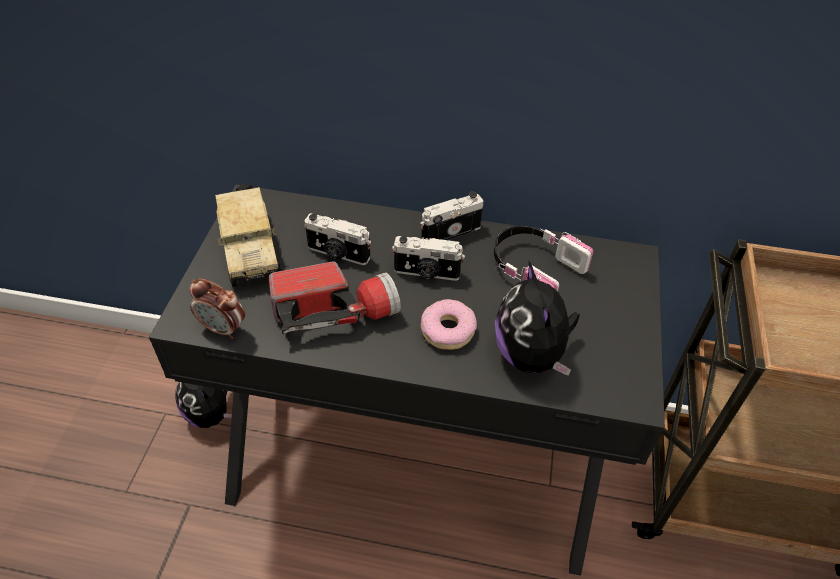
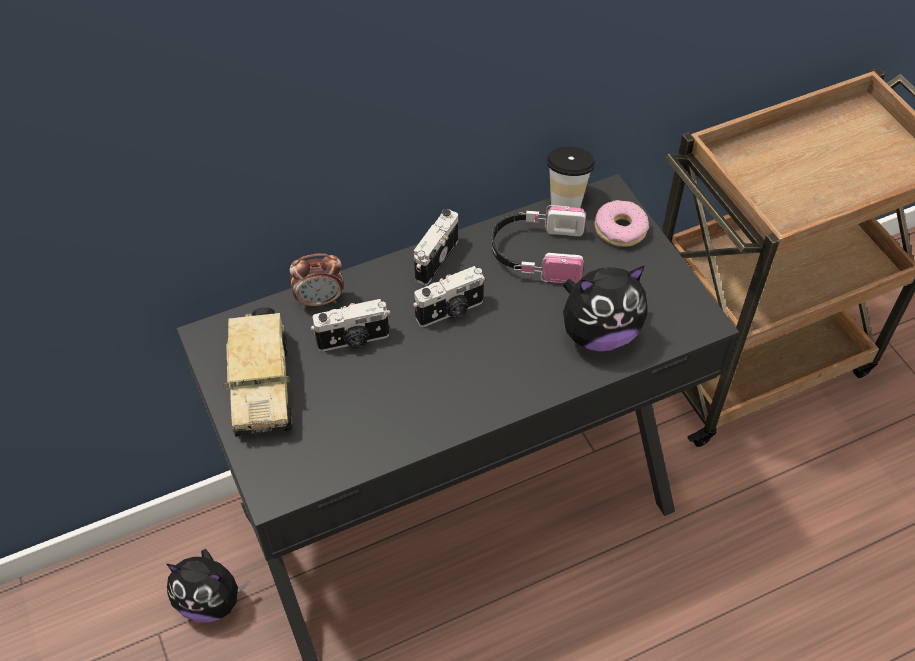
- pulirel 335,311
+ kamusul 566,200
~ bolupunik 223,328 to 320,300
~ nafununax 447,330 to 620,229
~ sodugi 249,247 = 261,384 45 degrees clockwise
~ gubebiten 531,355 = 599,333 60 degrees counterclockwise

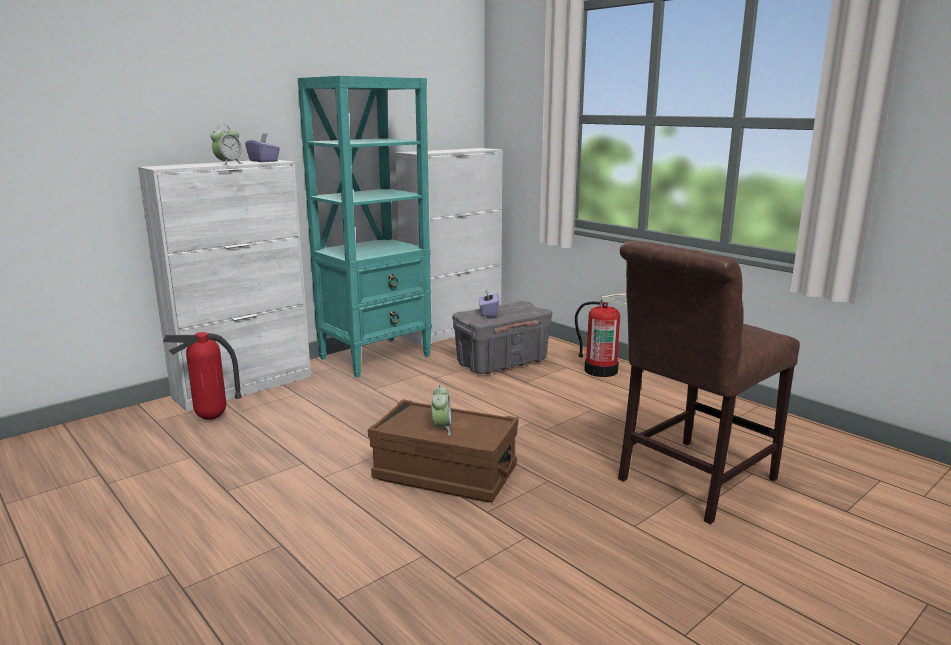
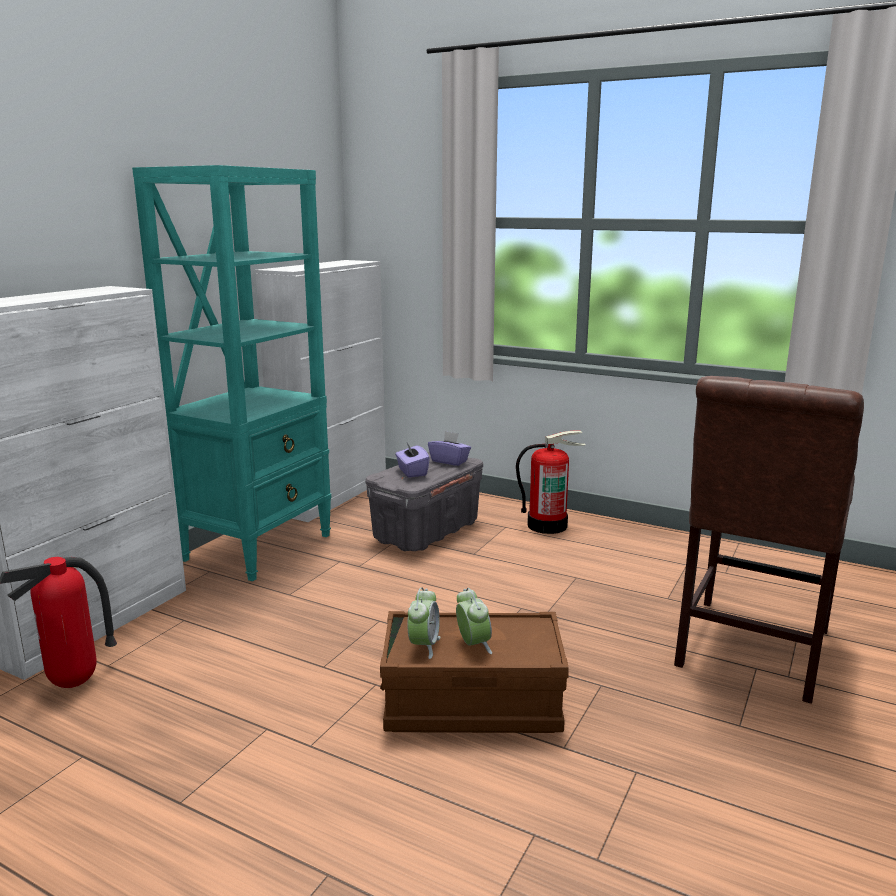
~ bolupunik 228,164 to 424,646
~ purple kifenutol 264,161 to 449,461

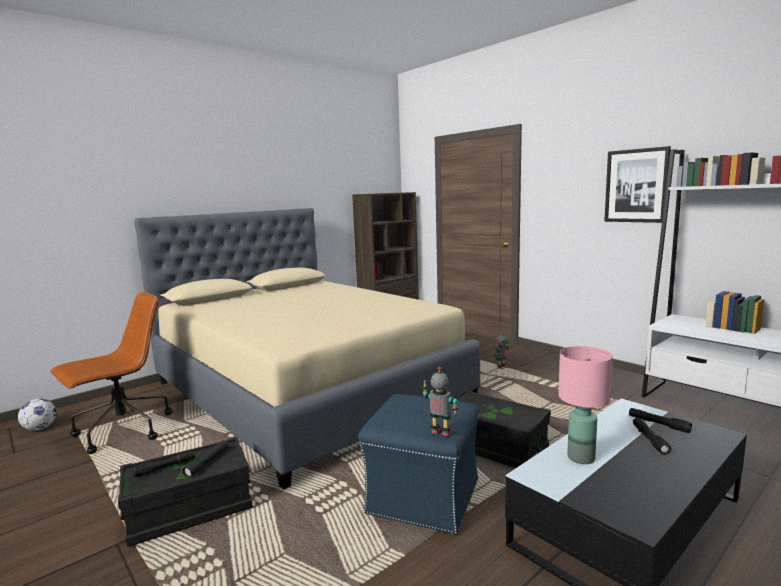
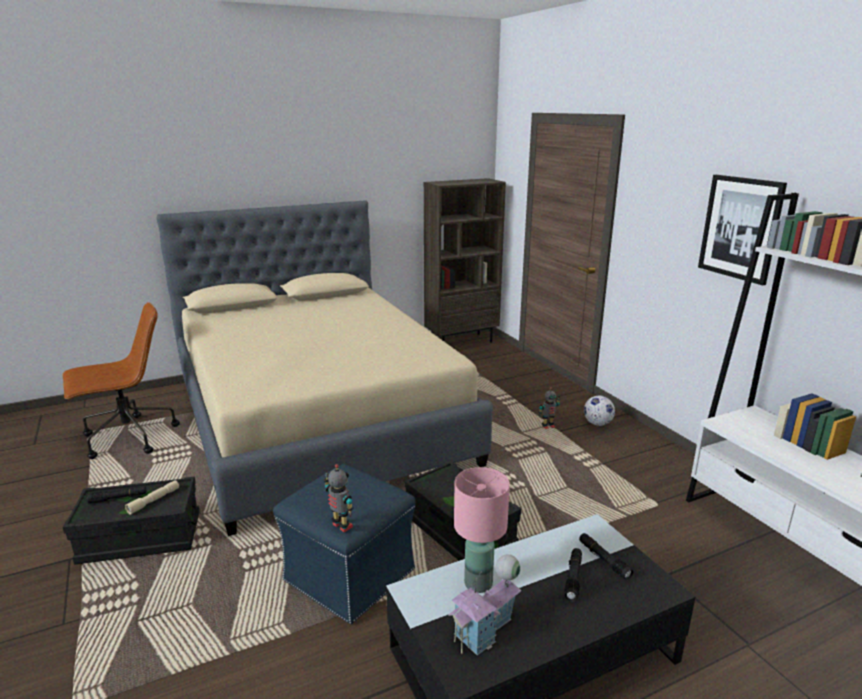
+ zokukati 485,630
~ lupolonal 40,428 to 598,423
~ black pulirel 207,462 to beige pulirel 154,501

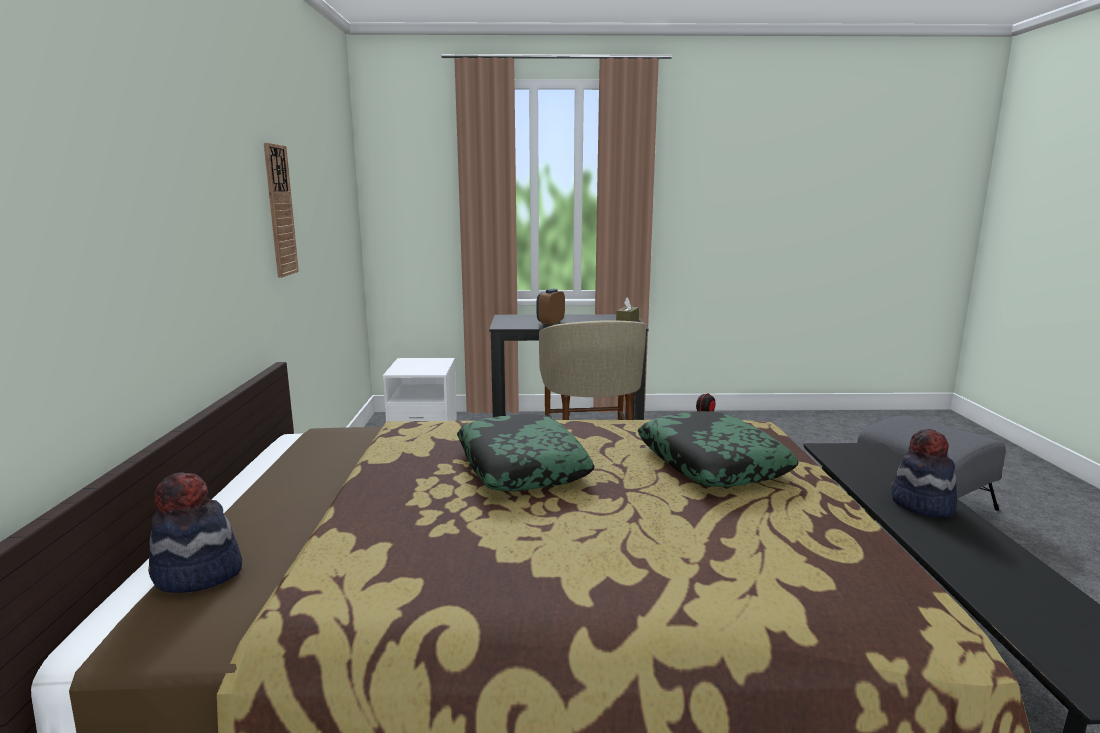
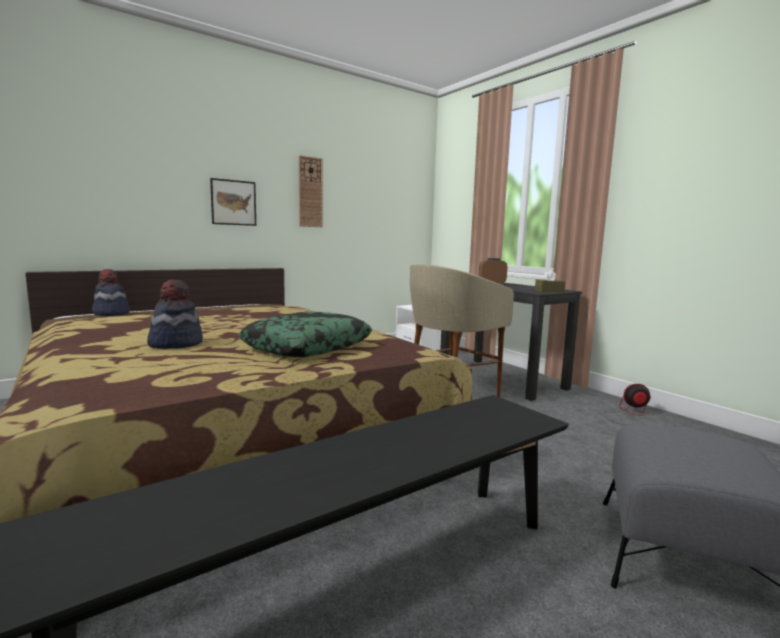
- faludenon 521,466
+ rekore 233,202
~ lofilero 921,504 to 176,344

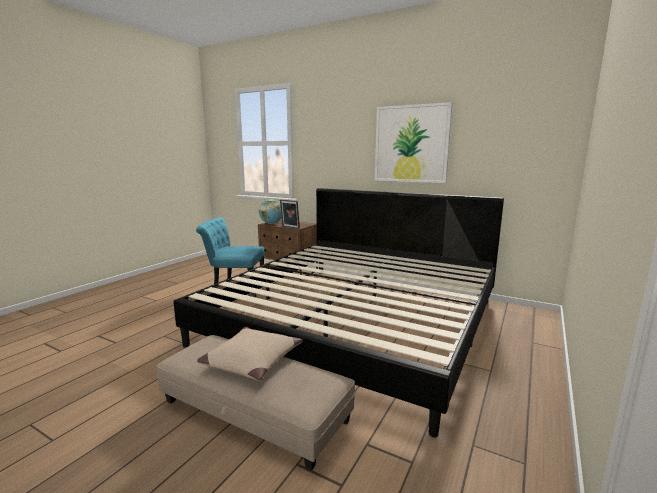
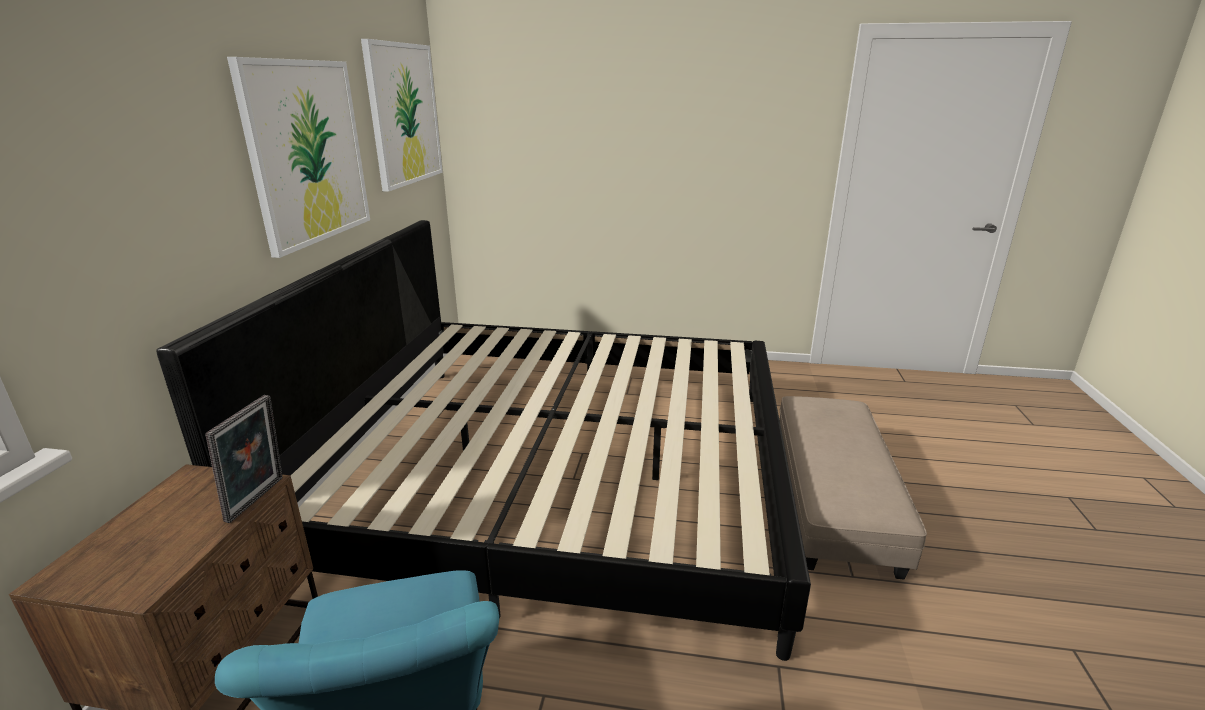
- beige faludenon 252,361
- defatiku 271,223
+ rekore 404,114

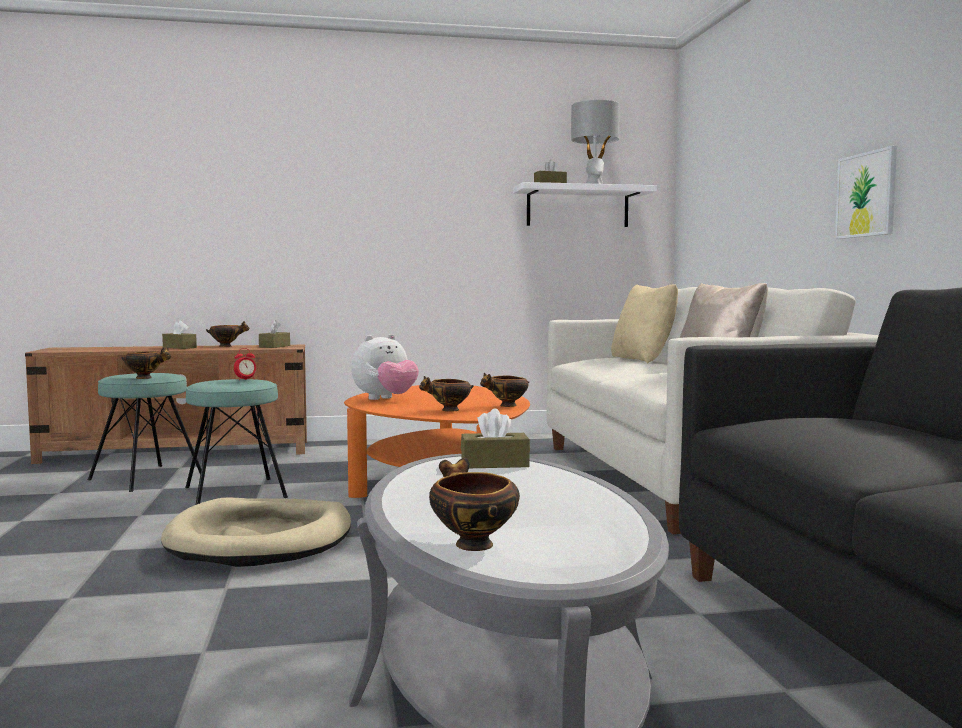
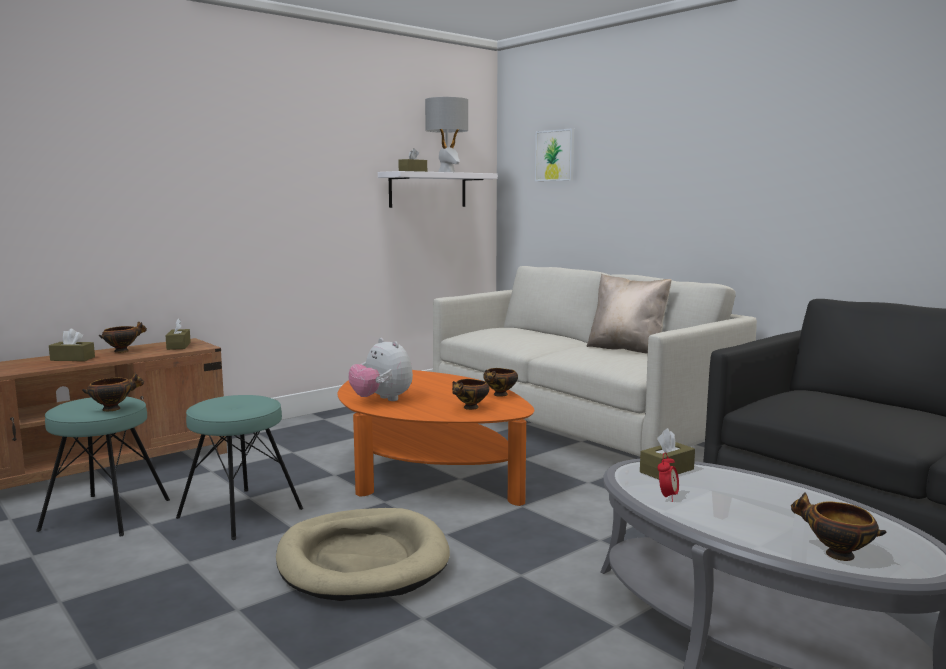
- beige faludenon 643,360
~ bolupunik 245,379 to 667,497
~ rekore 866,195 to 555,155
~ gubebiten 385,399 = 382,400 120 degrees clockwise

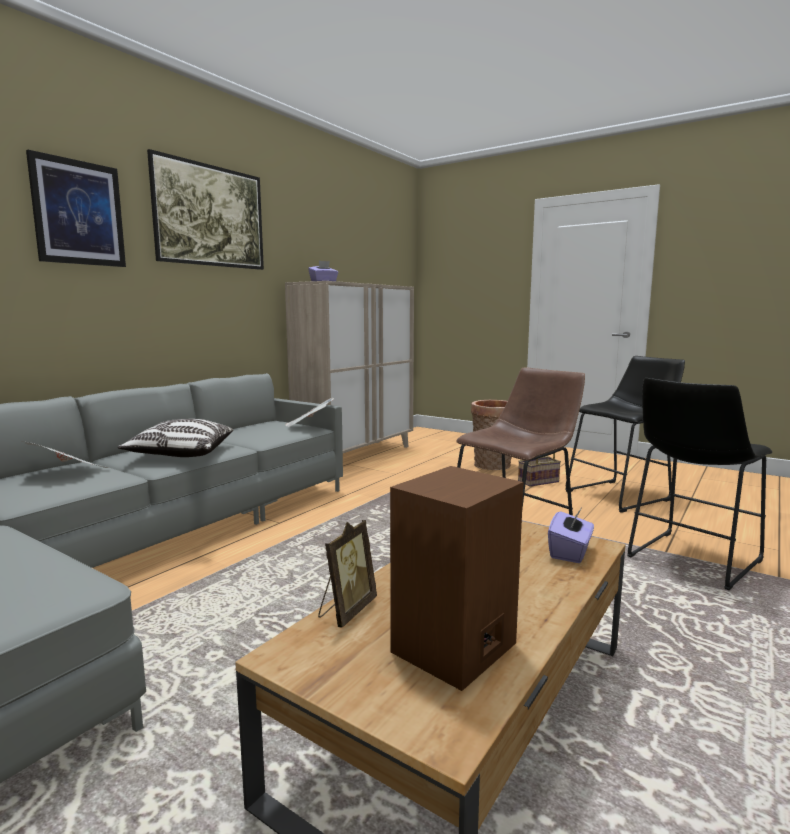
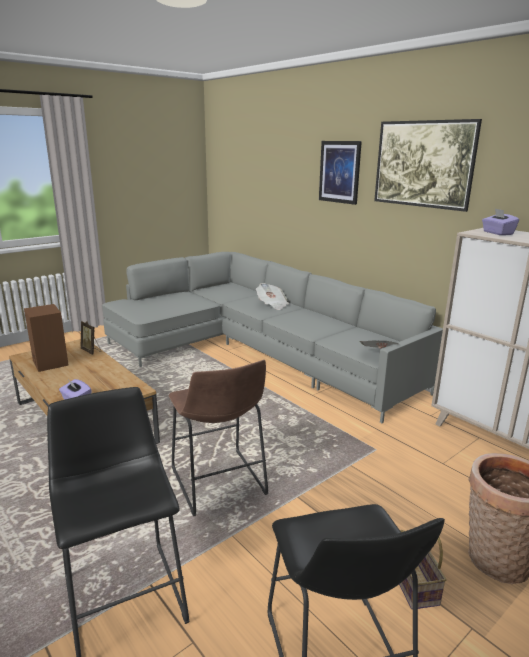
- faludenon 181,454

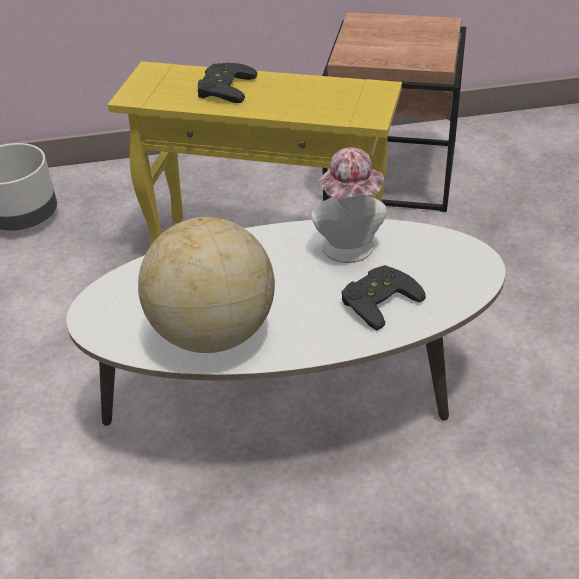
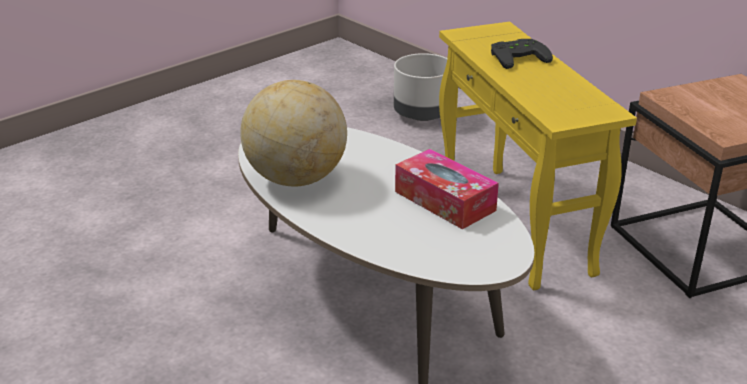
- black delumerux 377,298
~ lofilero 350,251 to kifenutol 444,201

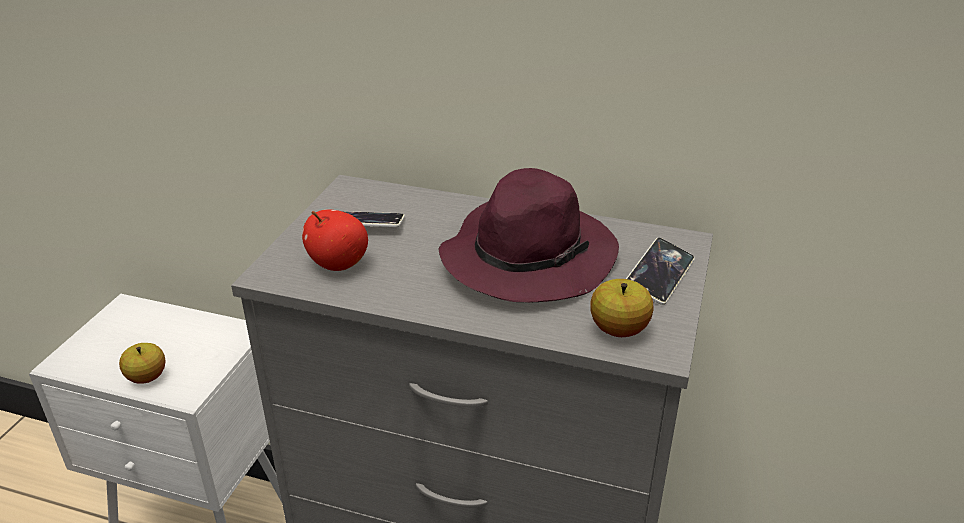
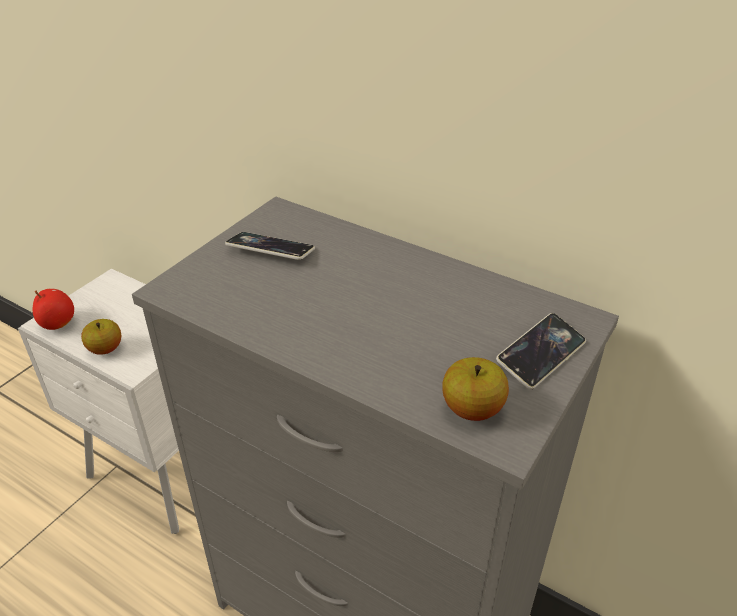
- purple lofilero 528,257
~ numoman 338,264 to 58,323

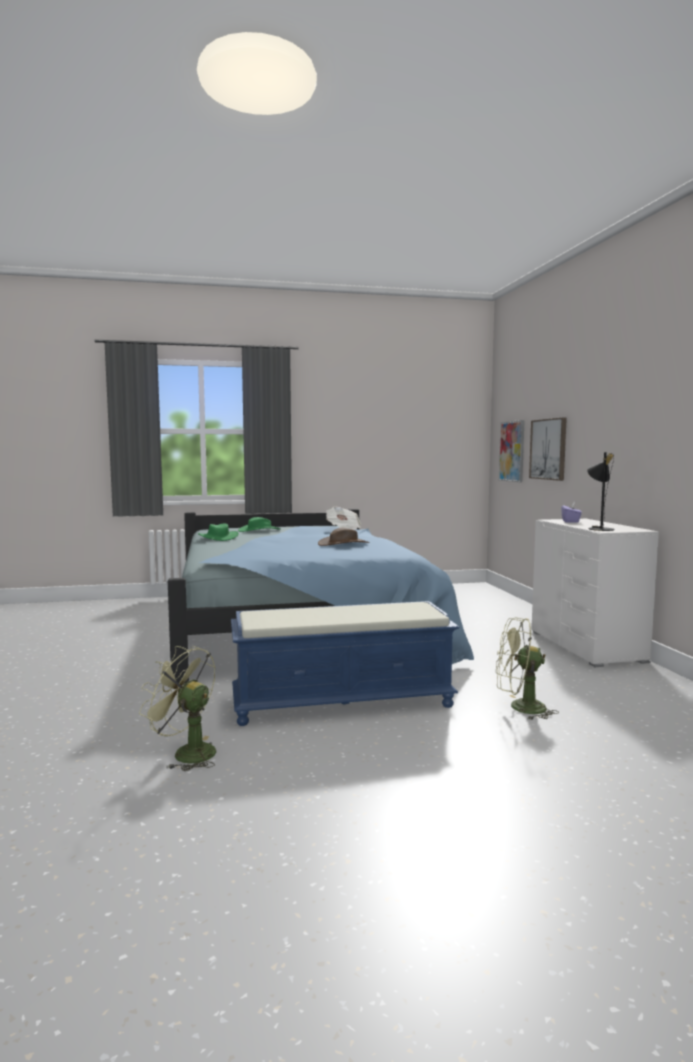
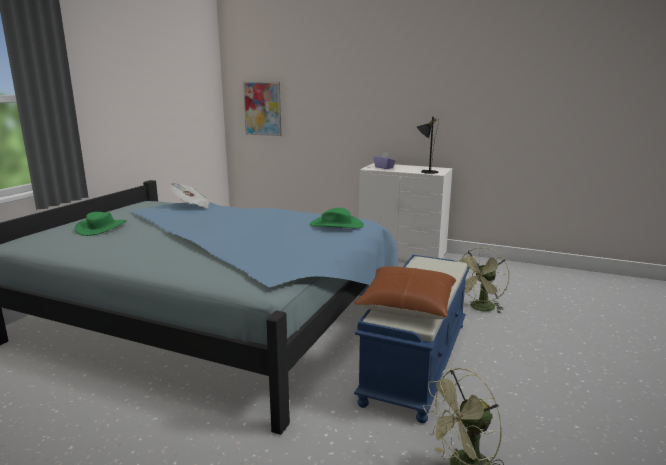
- brown lofilero 343,544
- rekore 548,449
+ brown faludenon 407,305
~ green lofilero 218,537 to 336,225

